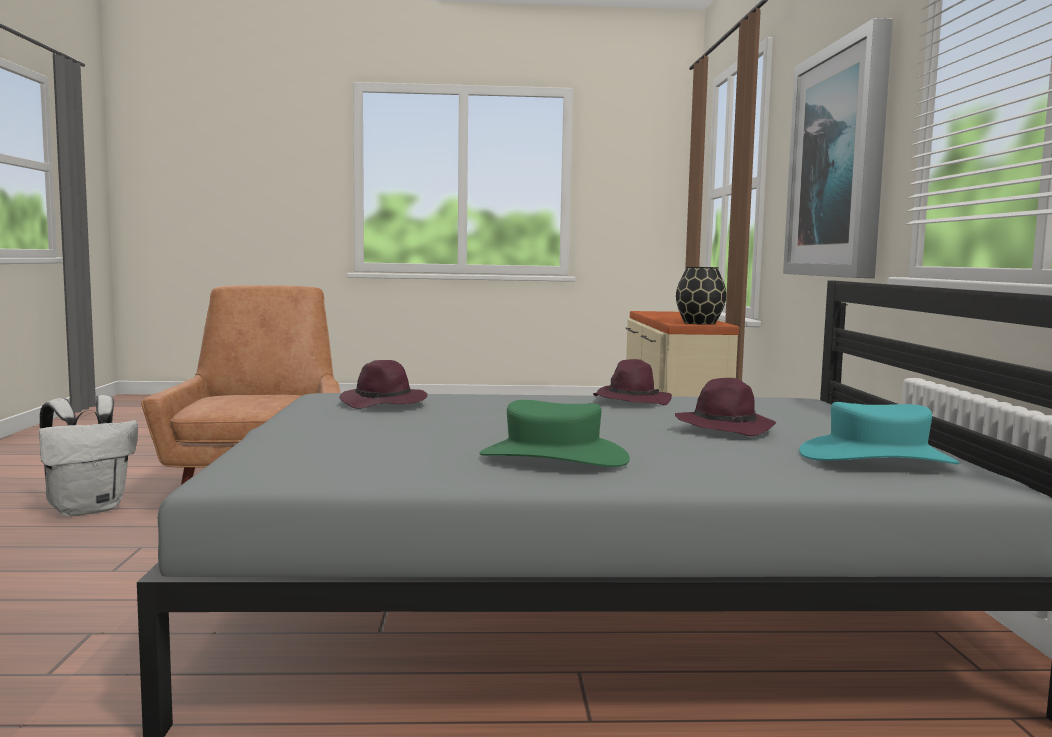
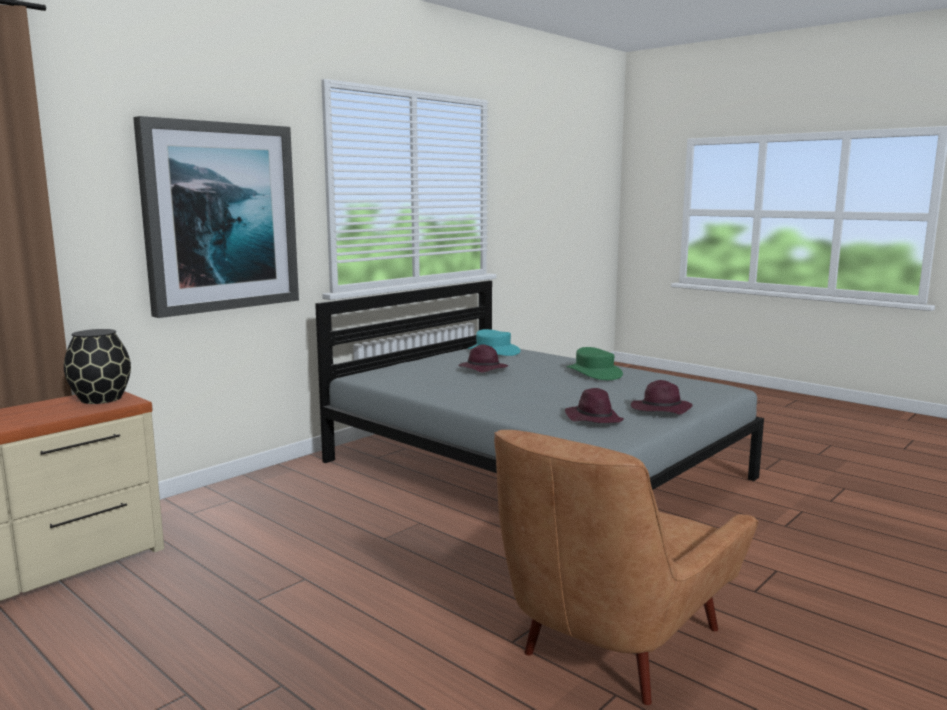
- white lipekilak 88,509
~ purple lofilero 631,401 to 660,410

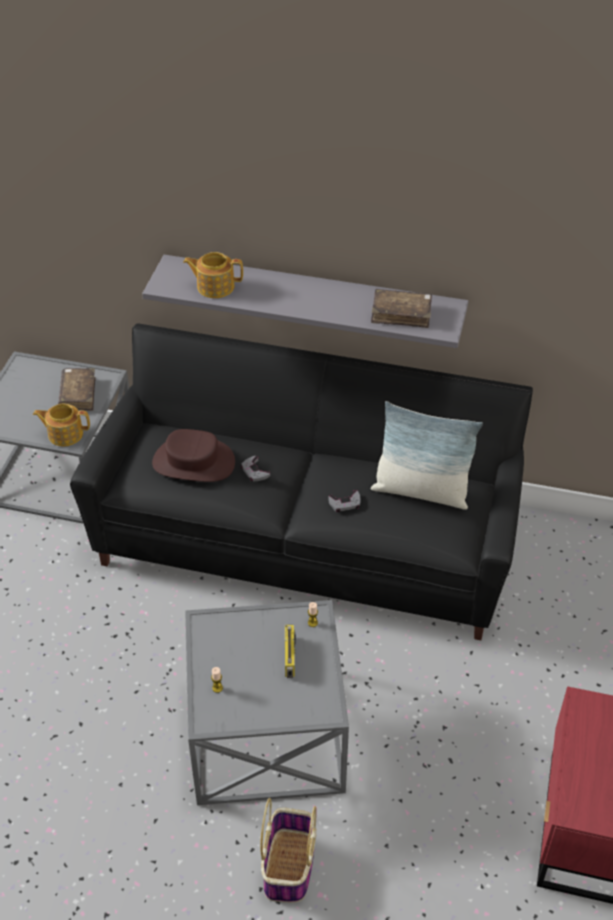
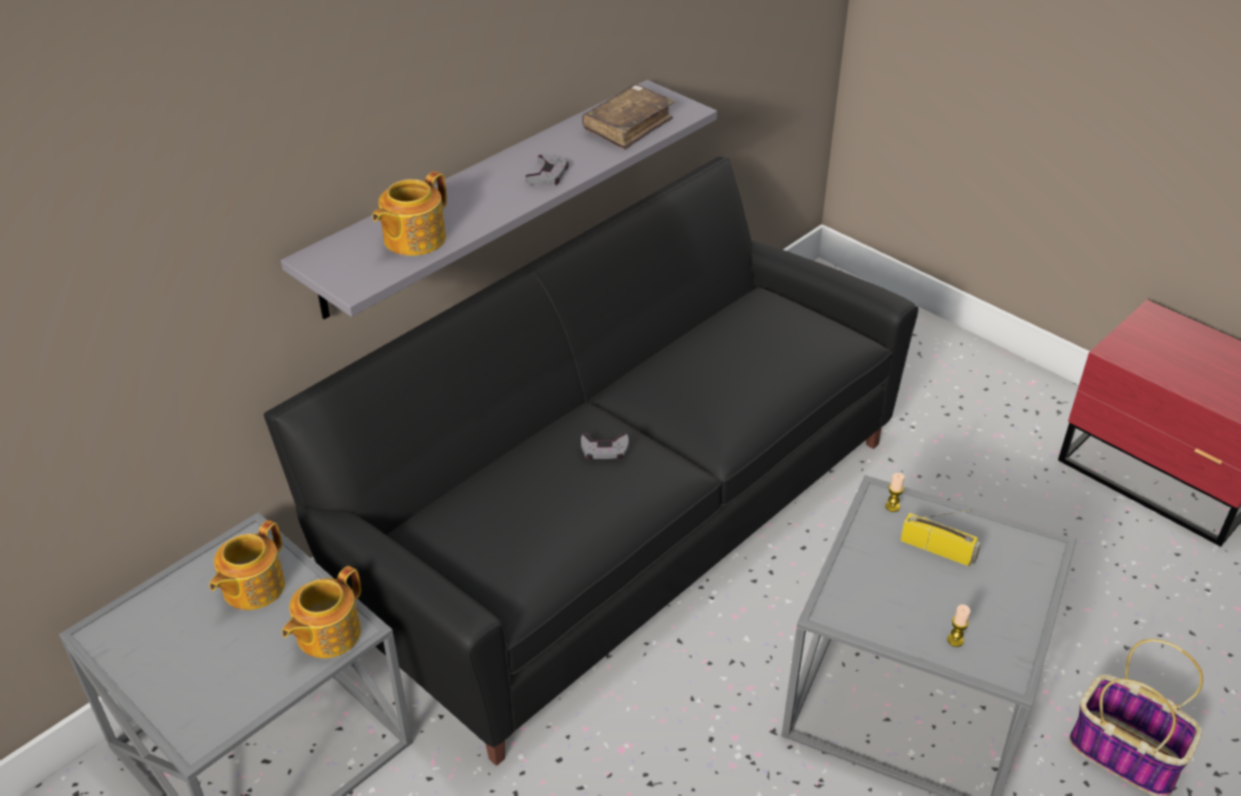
- brown lofilero 193,462
- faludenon 421,491
~ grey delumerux 345,503 to 548,175
~ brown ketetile 78,394 to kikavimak 252,587

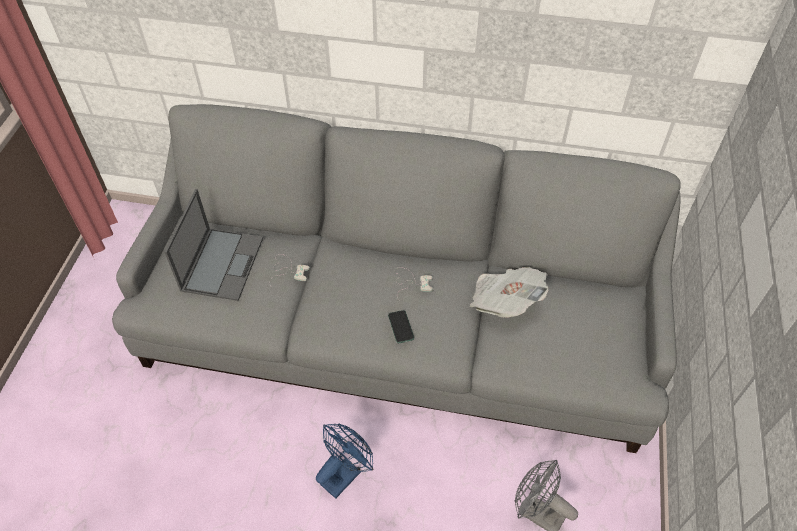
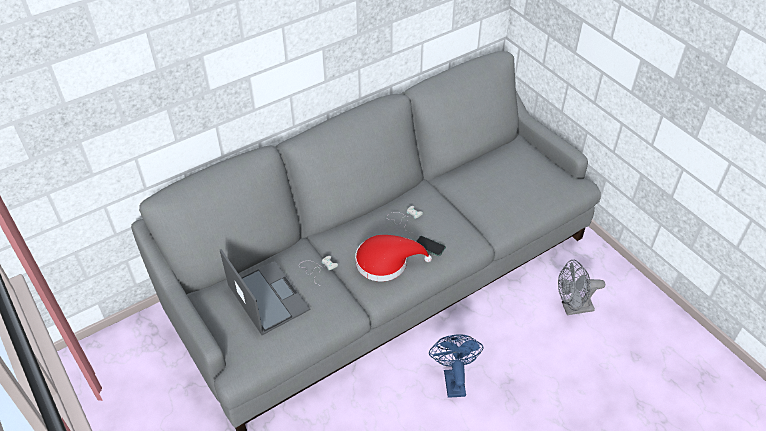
- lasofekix 505,301
+ red lofilero 386,262

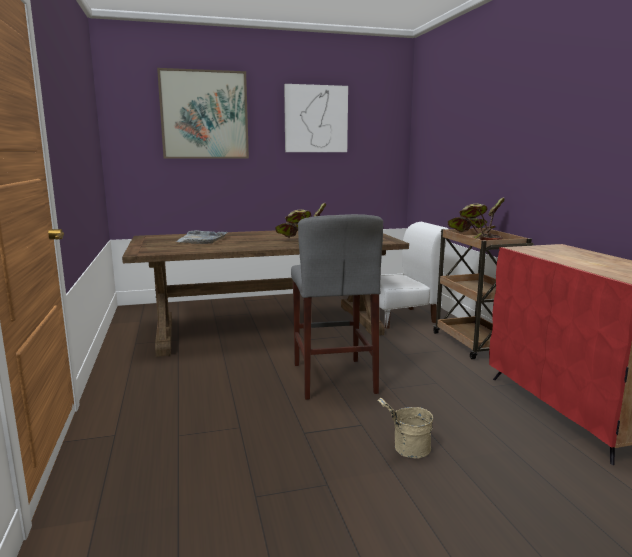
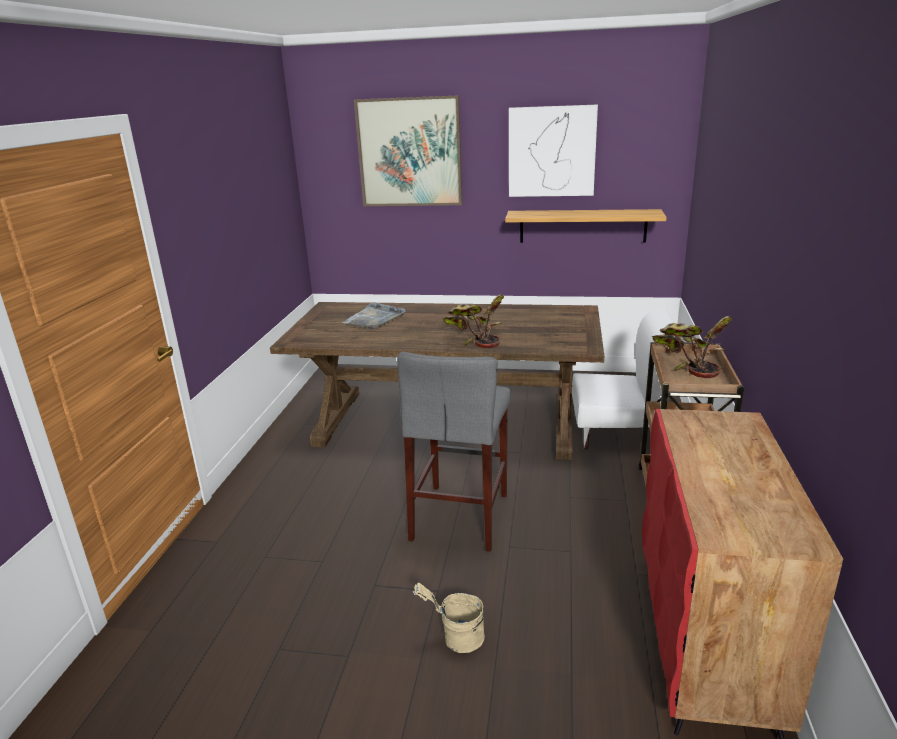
+ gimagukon 582,226

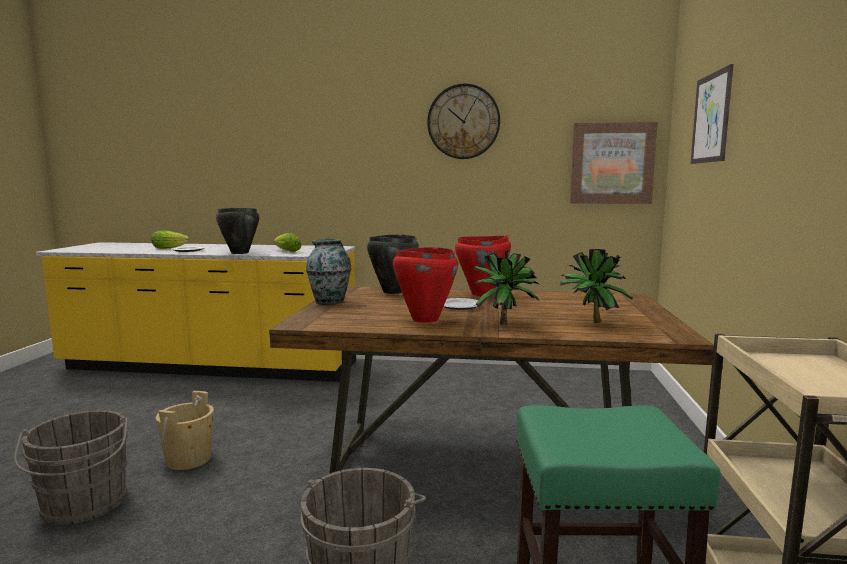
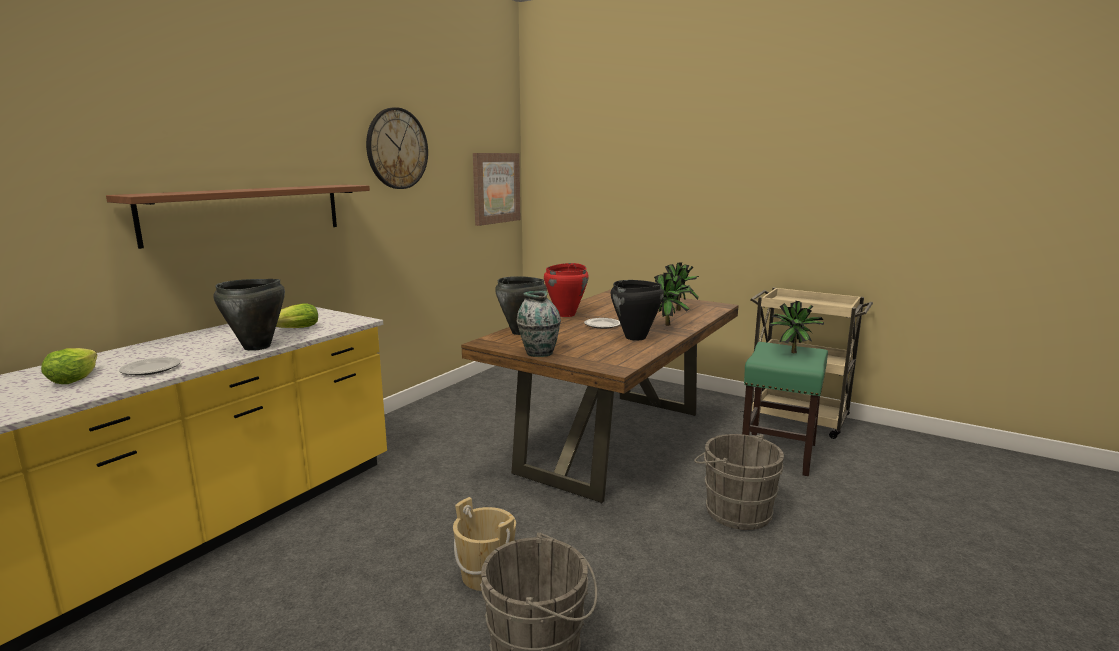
- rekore 711,118
+ gimagukon 247,212
+ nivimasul 791,352
~ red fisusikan 424,319 to black fisusikan 635,337

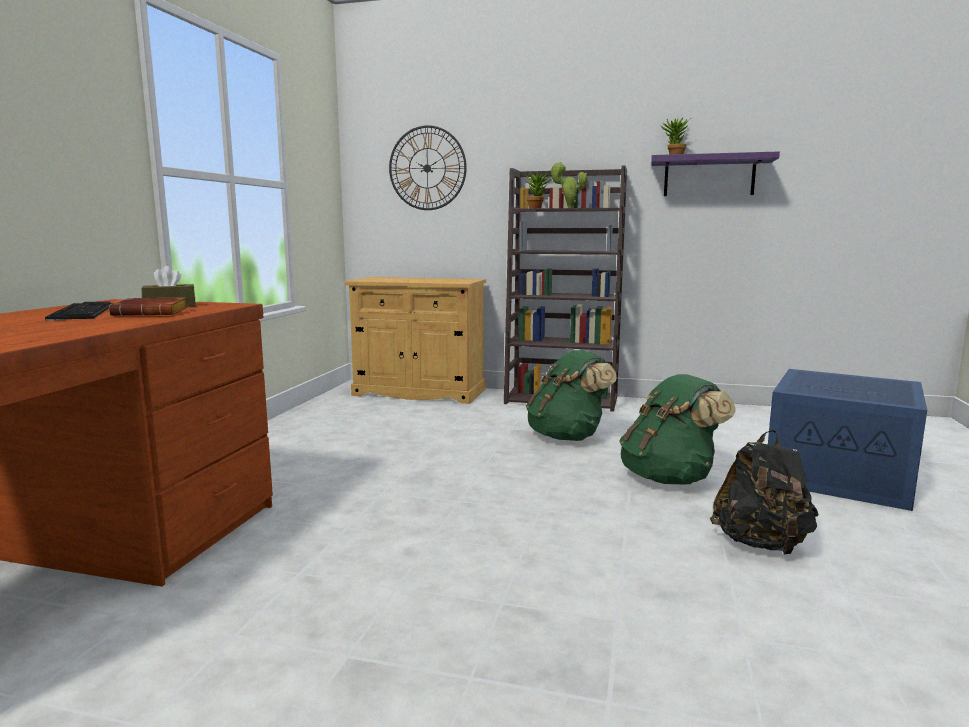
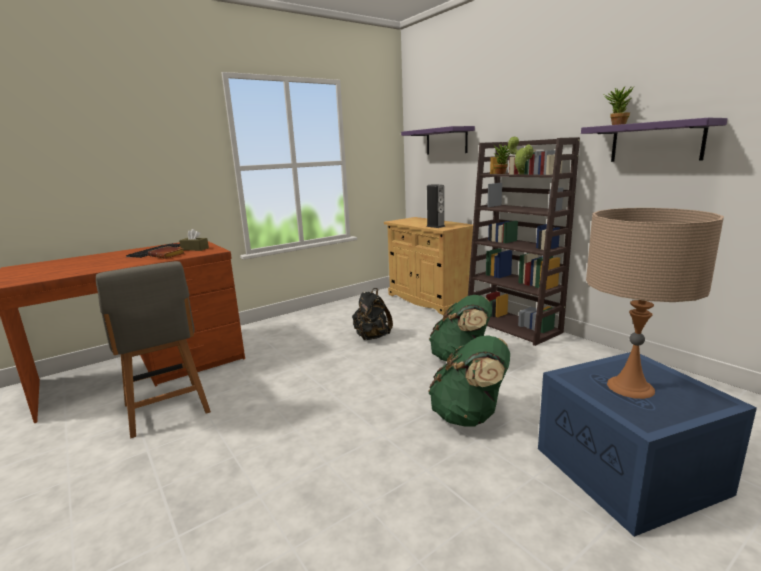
+ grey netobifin 167,410
+ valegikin 435,226
+ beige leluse 630,387
~ black lipekilak 761,544 to 372,337
~ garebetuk 427,168 to purple gimagukon 446,141

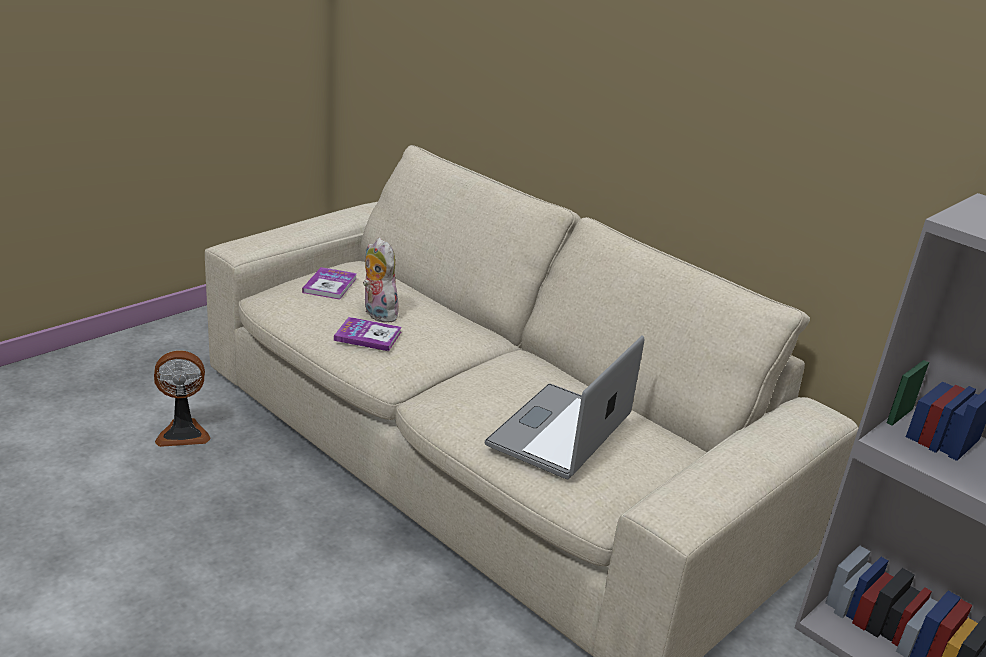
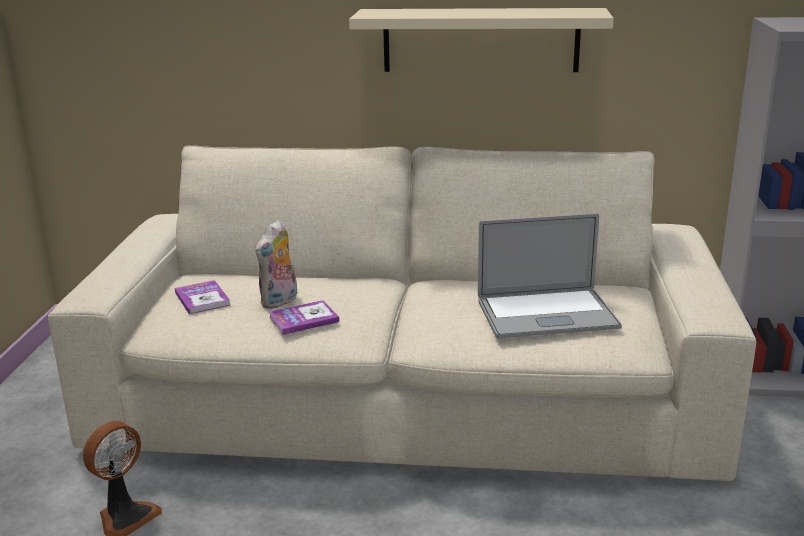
+ beige gimagukon 480,40
~ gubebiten 377,314 = 280,302 75 degrees counterclockwise
~ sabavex 559,431 = 547,314 90 degrees counterclockwise

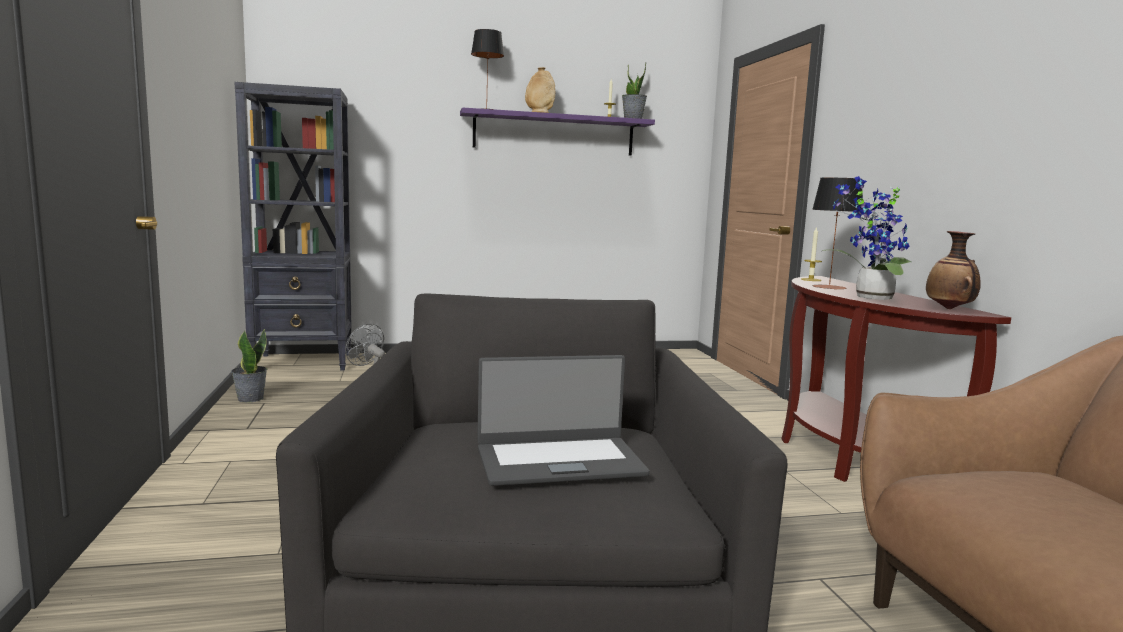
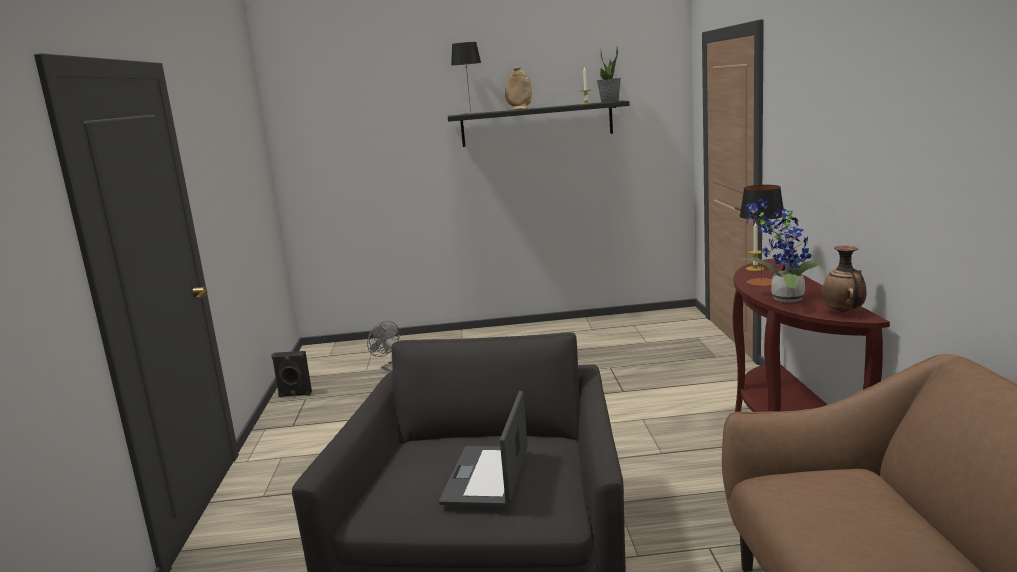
- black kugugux 304,362
~ nivimasul 250,398 to black valegikin 295,395
~ purple gimagukon 554,134 to black gimagukon 537,124
~ sabavex 559,461 = 488,476 105 degrees clockwise

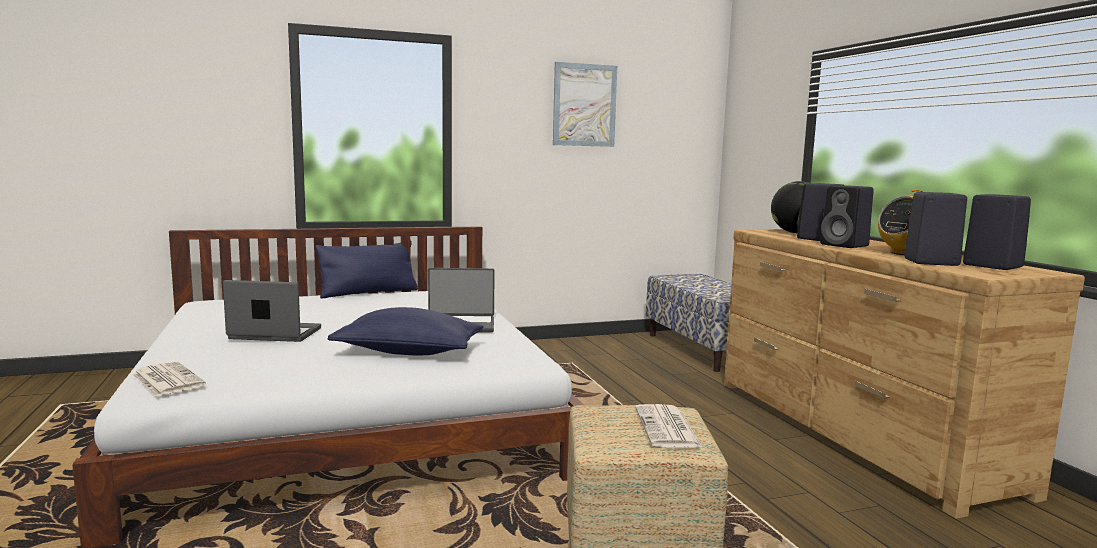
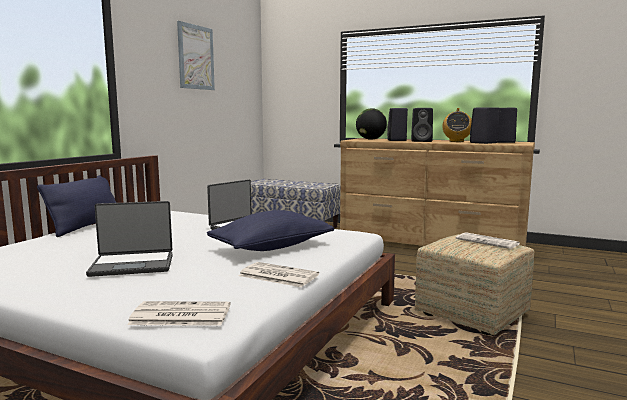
+ lasofekix 277,275
~ sabavex 274,334 = 133,265 150 degrees counterclockwise

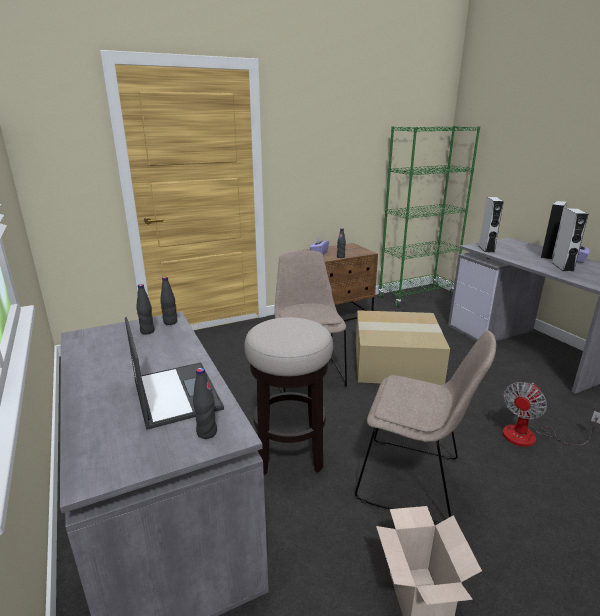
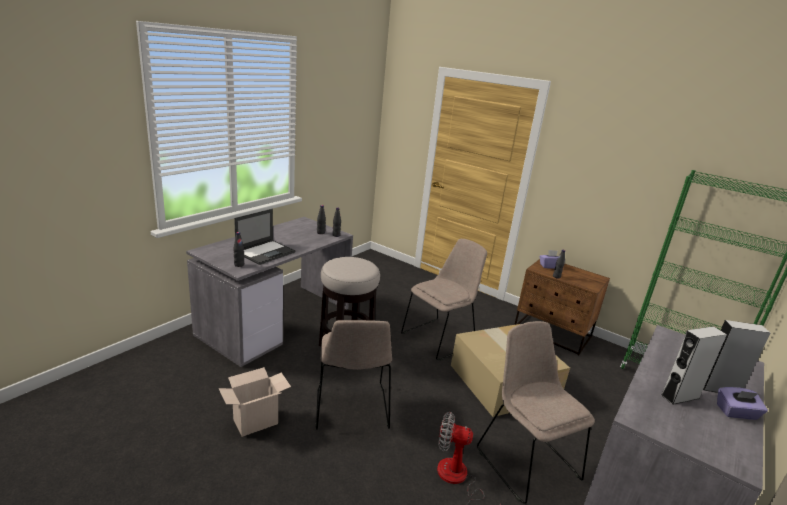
- grey valegikin 486,249
+ beige netobifin 525,461

